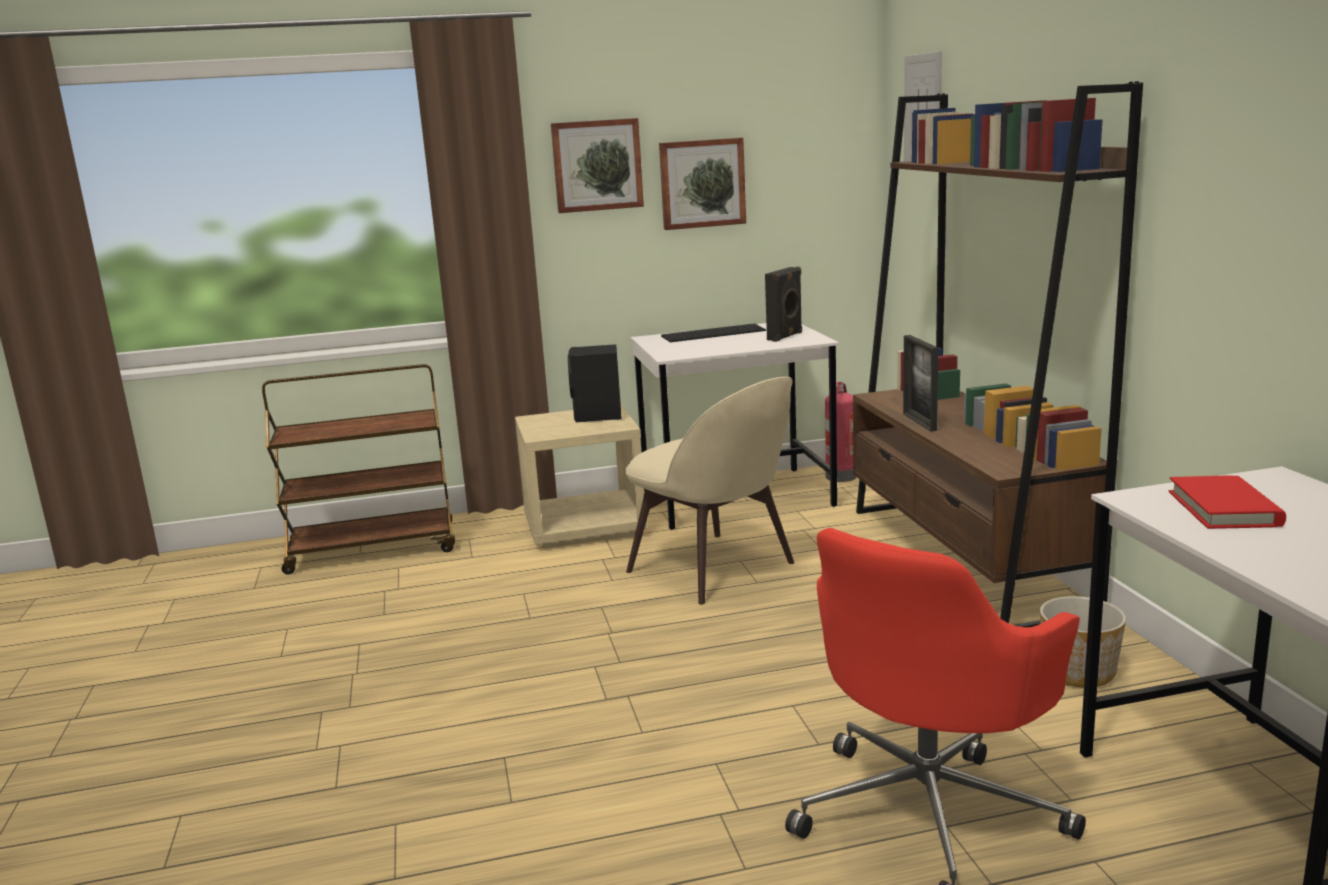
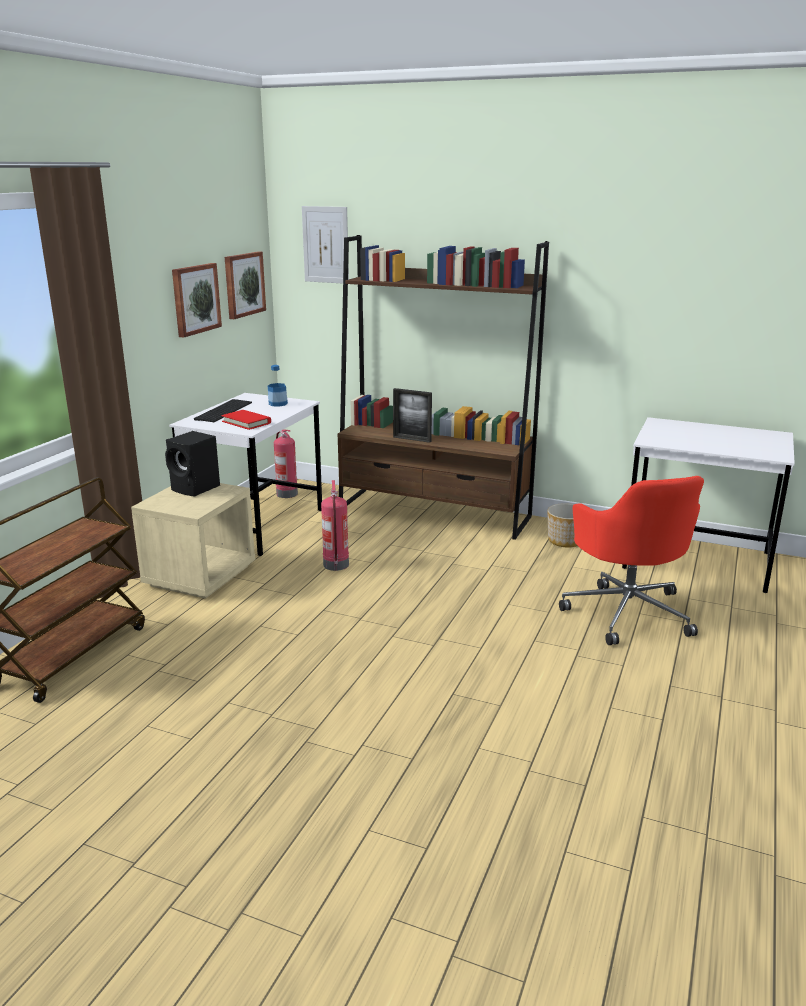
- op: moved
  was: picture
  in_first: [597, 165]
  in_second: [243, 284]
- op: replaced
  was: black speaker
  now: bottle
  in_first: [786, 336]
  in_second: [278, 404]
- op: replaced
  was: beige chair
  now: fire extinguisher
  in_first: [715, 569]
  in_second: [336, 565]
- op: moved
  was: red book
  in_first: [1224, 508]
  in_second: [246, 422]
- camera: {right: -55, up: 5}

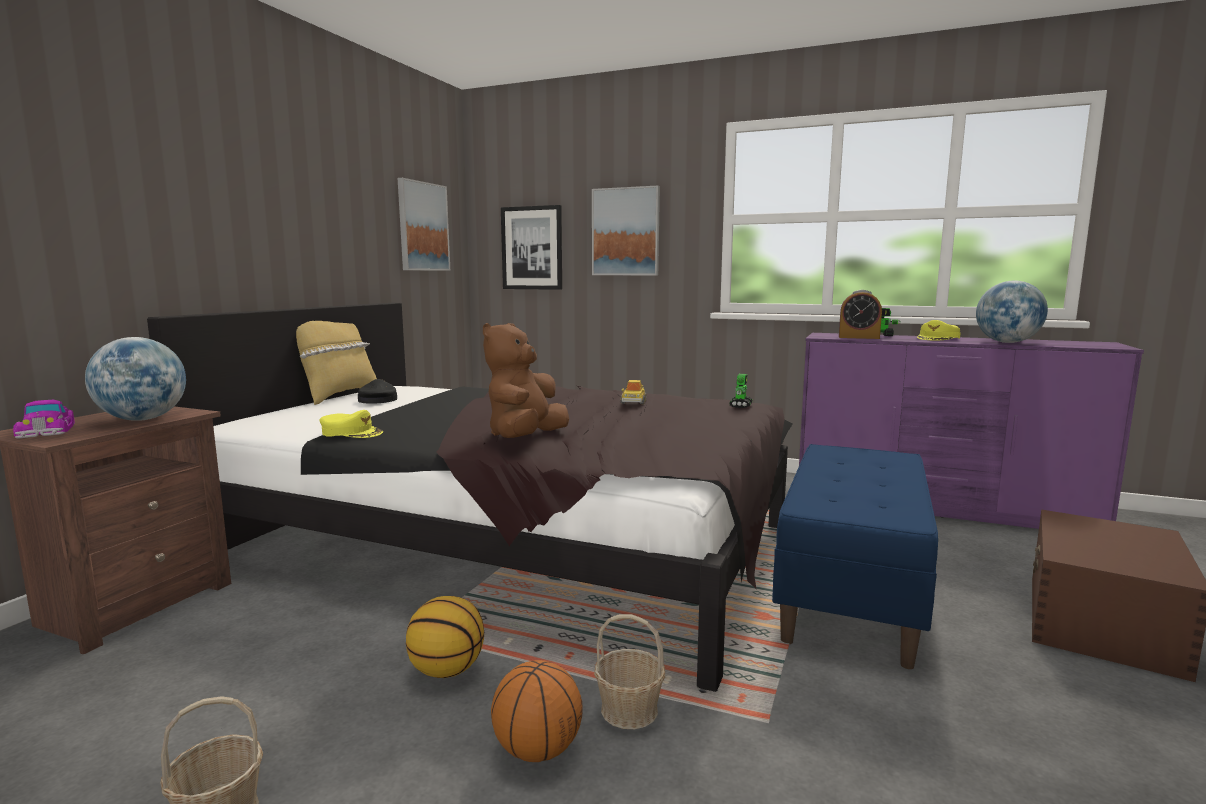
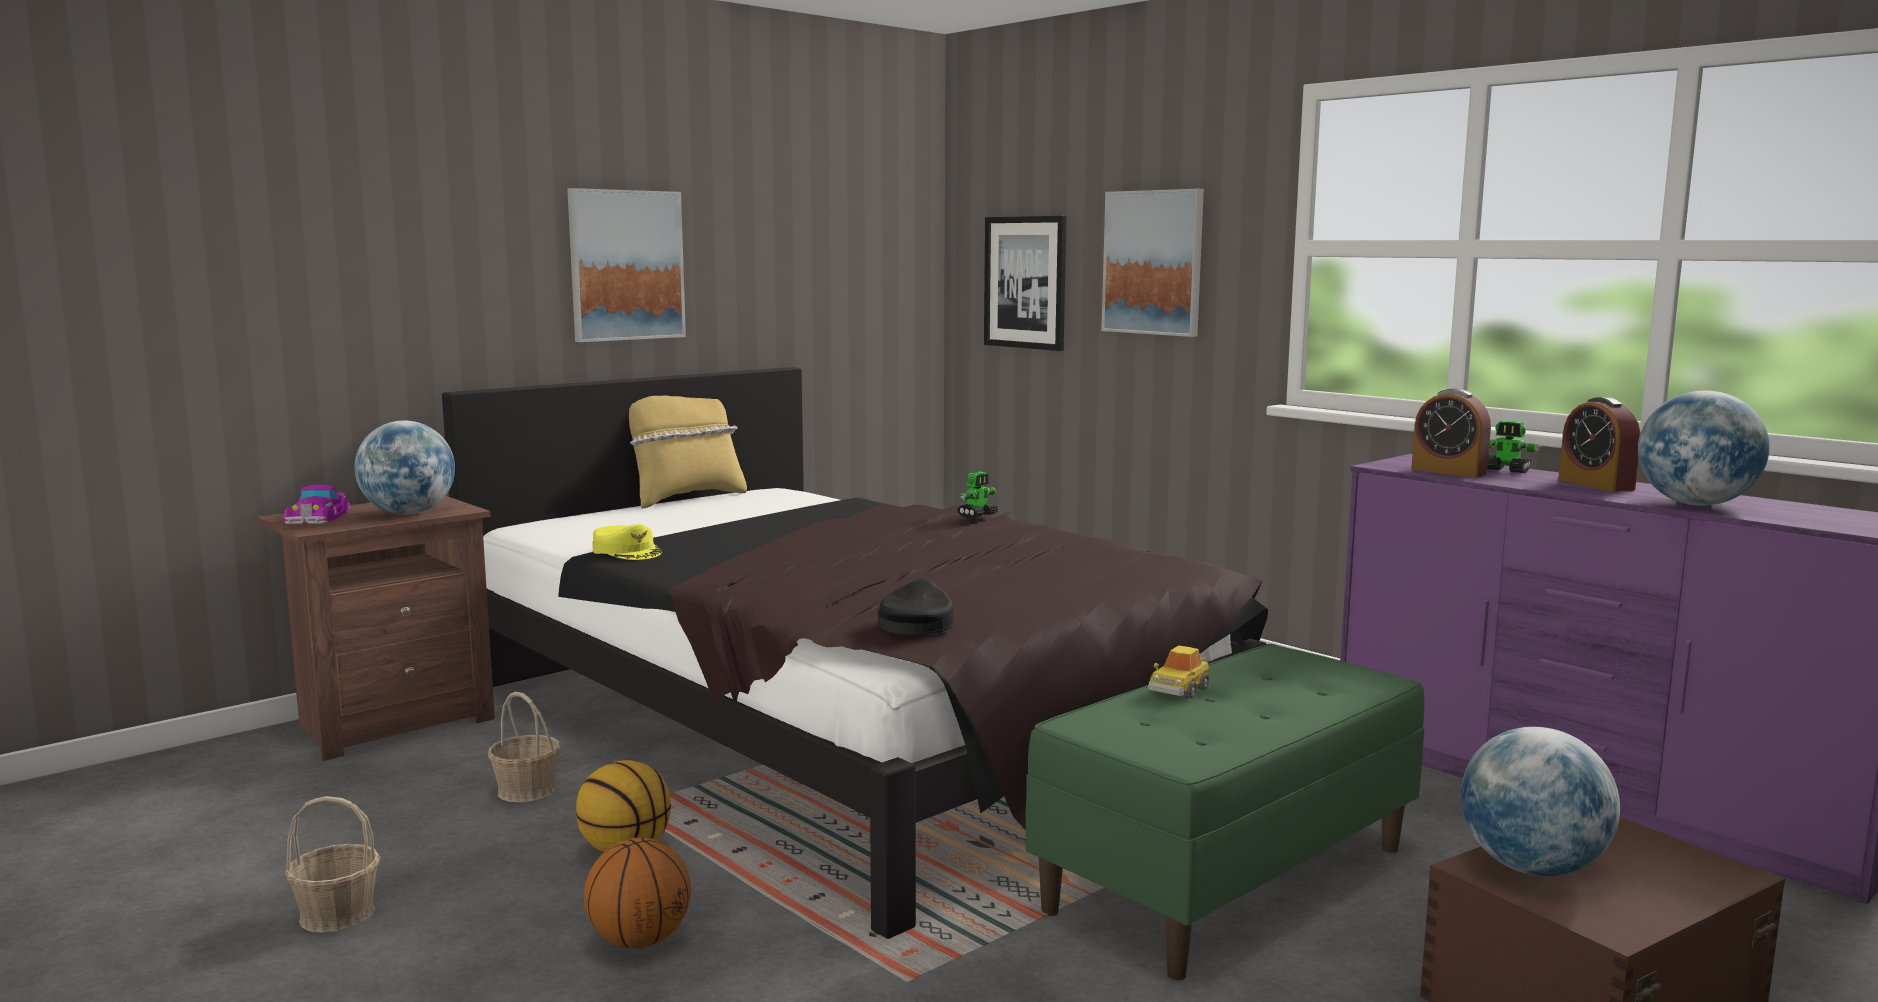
- op: moved
  was: picture
  in_first: [423, 227]
  in_second: [626, 265]
- op: replaced
  was: yellow cap
  now: alarm clock
  in_first: [938, 338]
  in_second: [1596, 484]
- op: removed
  was: brown plush toy
  in_first: [525, 438]
- op: moved
  was: toy robot
  in_first: [740, 406]
  in_second: [977, 515]
- op: moved
  was: black cap
  in_first: [377, 400]
  in_second: [916, 623]
- op: moved
  was: toy car
  in_first: [633, 402]
  in_second: [1179, 690]
- op: recoloured
  was: blue bench
  now: green bench
  in_first: [849, 592]
  in_second: [1227, 877]
- op: moved
  was: basket
  in_first: [629, 710]
  in_second: [526, 790]
- op: added
  now: globe
  in_second: [1531, 868]
- camera: {right: 25, up: 0}

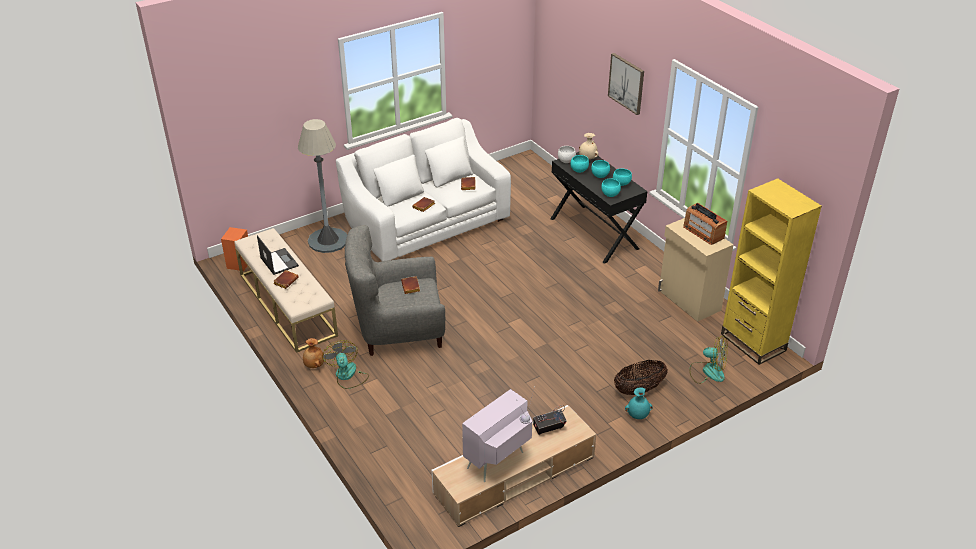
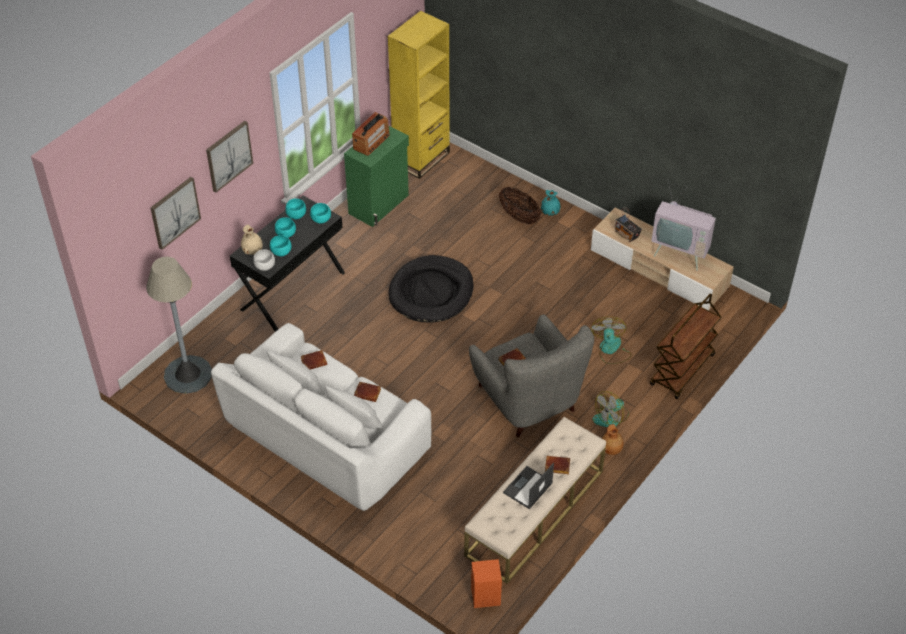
- op: moved
  was: grey floor lamp
  in_first: [328, 240]
  in_second: [188, 375]
- op: recoloured
  was: beige cabinet
  now: green cabinet
  in_first: [689, 300]
  in_second: [379, 204]
- op: moved
  was: fan
  in_first: [707, 371]
  in_second: [611, 350]
- op: added
  now: picture
  in_second: [174, 212]
- op: added
  now: black dog bed
  in_second: [431, 292]
- op: added
  now: brown cart
  in_second: [682, 371]
- camera: {right: -110, up: 10}

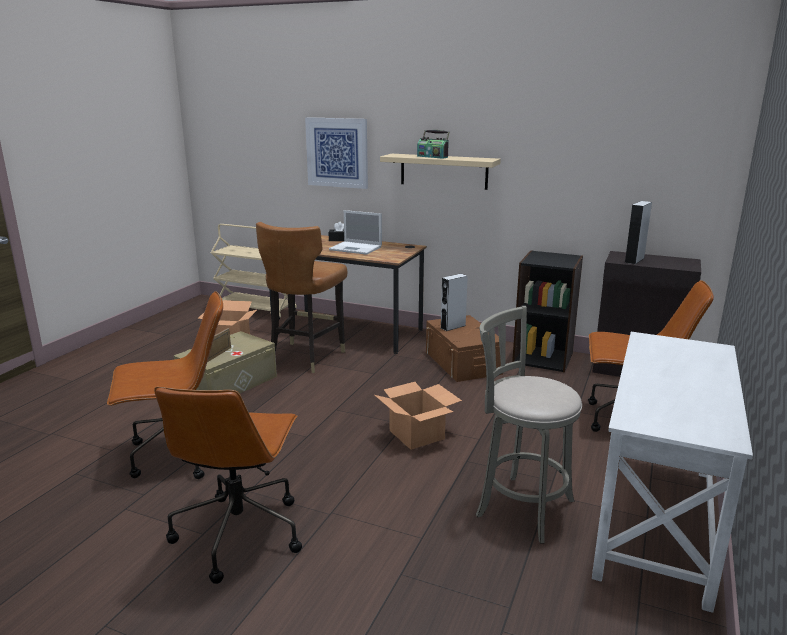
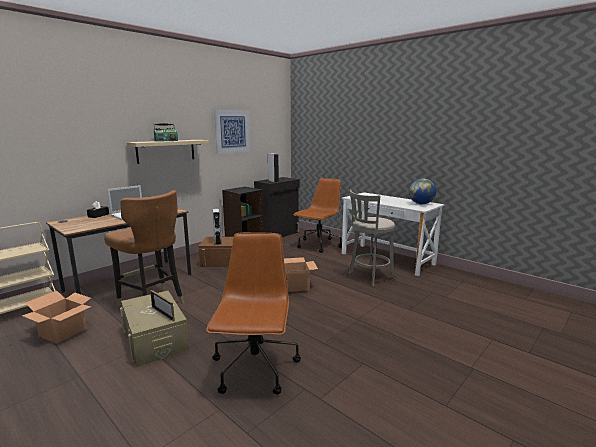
- op: moved
  was: picture
  in_first: [337, 152]
  in_second: [232, 131]
- op: removed
  was: brown office chair
  in_first: [239, 532]
- op: added
  now: globe
  in_second: [421, 204]
- camera: {right: -70, up: -5}

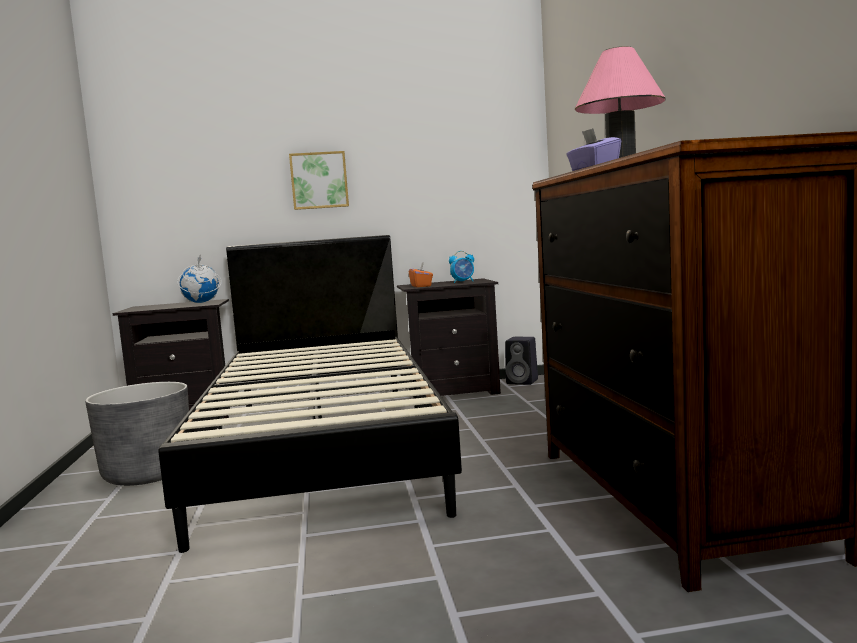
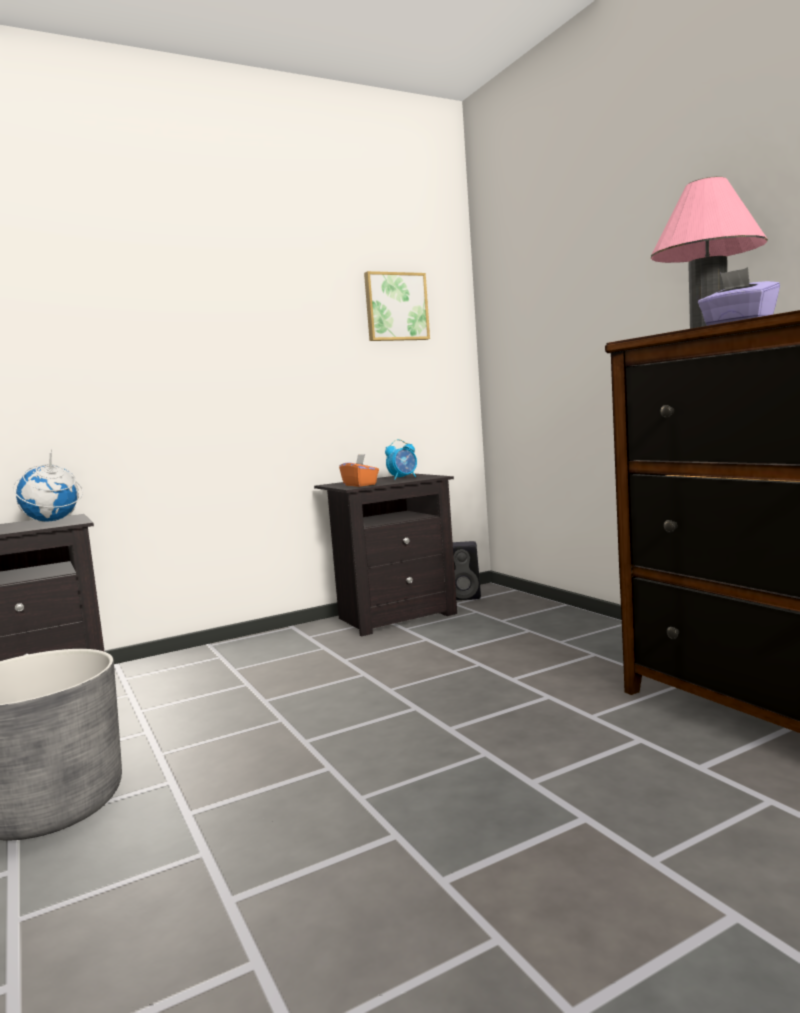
- op: moved
  was: picture
  in_first: [319, 180]
  in_second: [395, 307]
- op: removed
  was: black bed
  in_first: [323, 445]
- camera: {right: -20, up: 0}

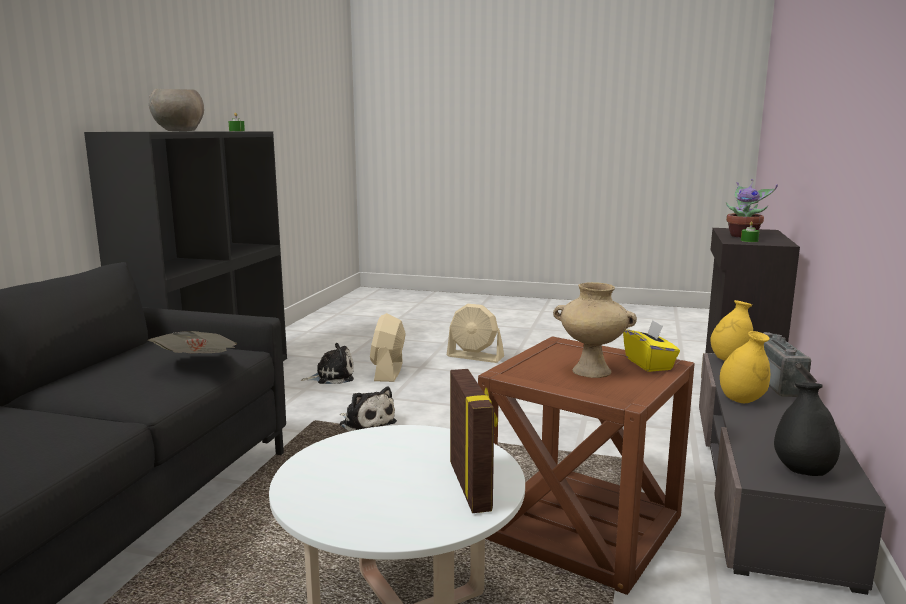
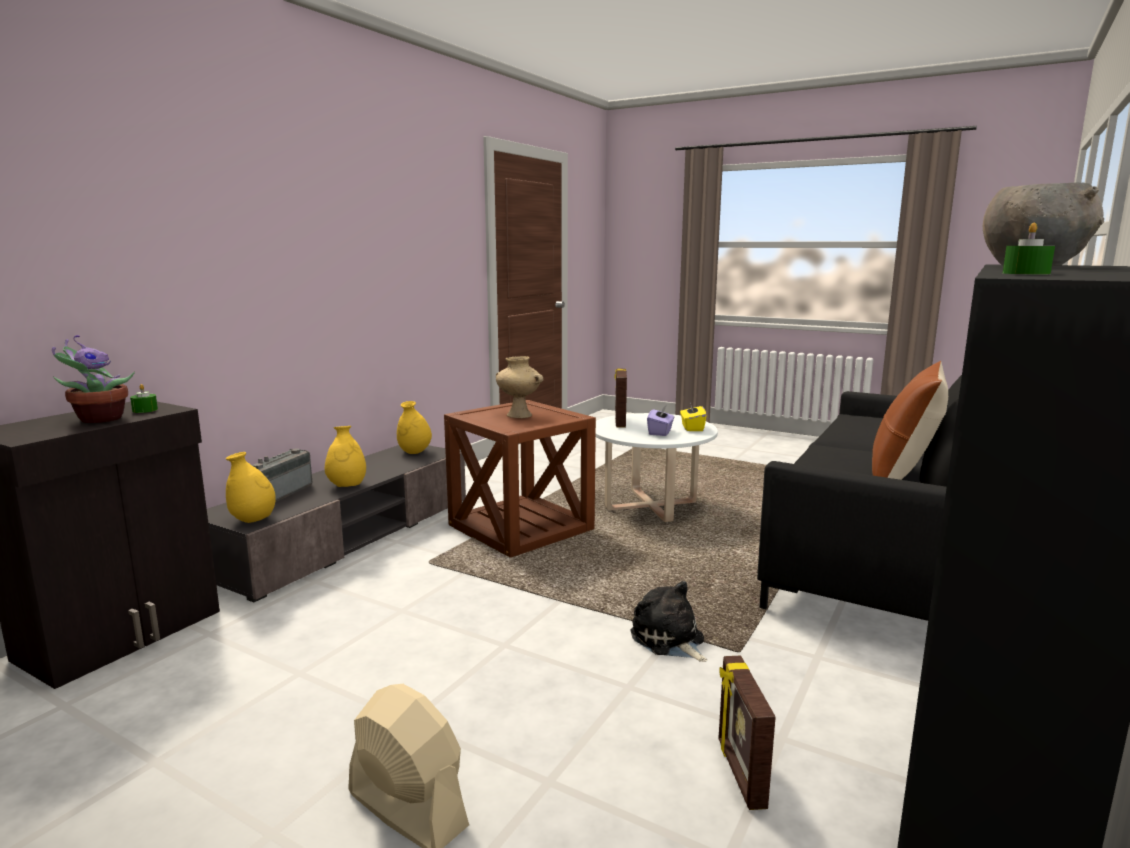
- op: removed
  was: beige fan
  in_first: [388, 372]
- op: moved
  was: yellow tissue box
  in_first: [649, 364]
  in_second: [692, 428]
- op: removed
  was: newspaper
  in_first: [198, 365]
- op: replaced
  was: plush toy
  now: picture frame
  in_first: [332, 377]
  in_second: [739, 773]
- op: recoloured
  was: black vase
  now: yellow vase
  in_first: [803, 472]
  in_second: [414, 452]
- op: added
  now: brown pillow
  in_second: [902, 477]
- op: added
  now: purple tissue box
  in_second: [660, 432]
- camera: {right: -165, up: 0}

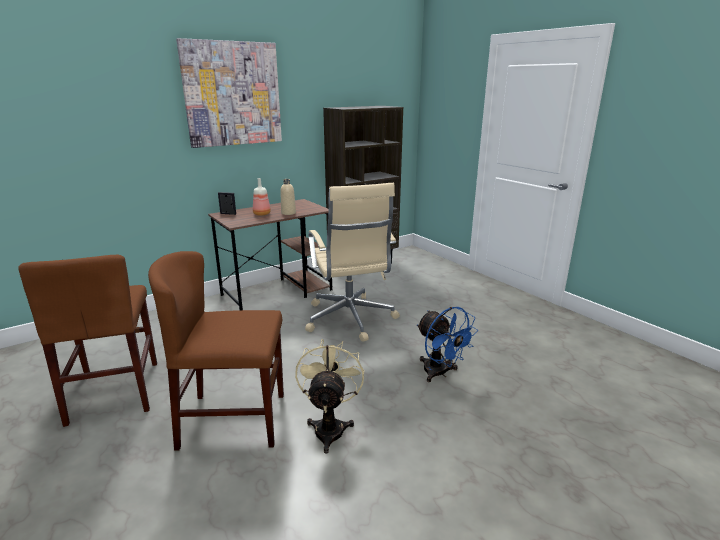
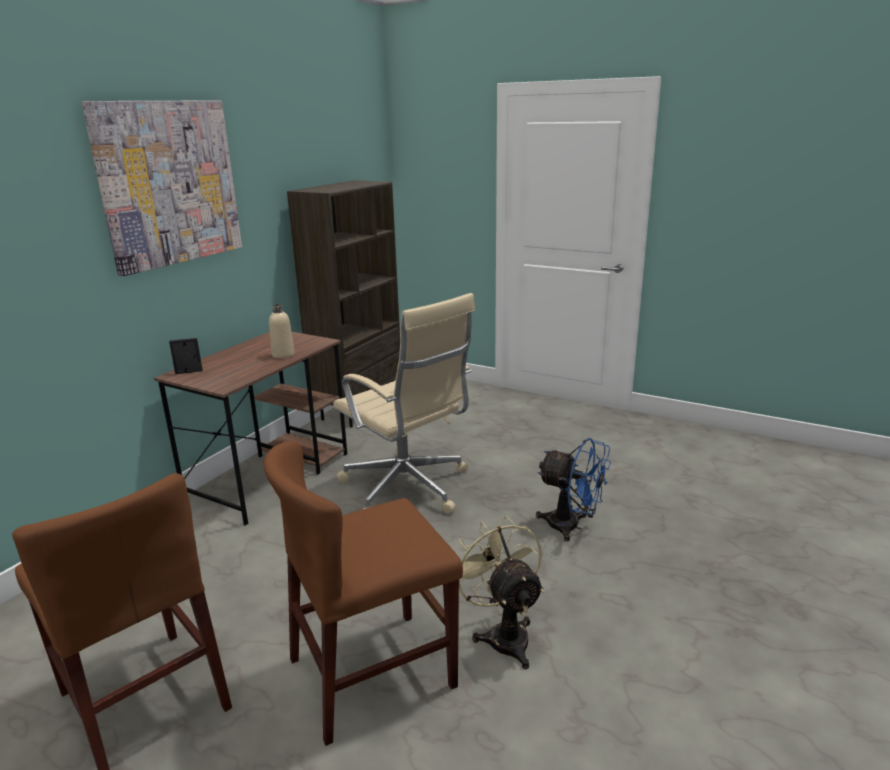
- op: removed
  was: bottle
  in_first: [261, 214]
- camera: {right: -25, up: 0}

